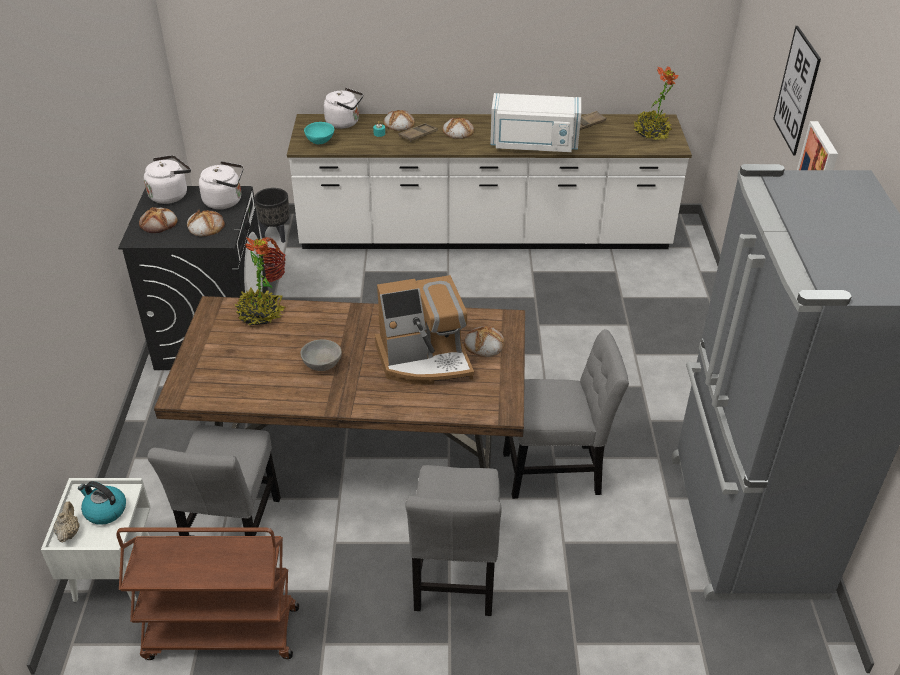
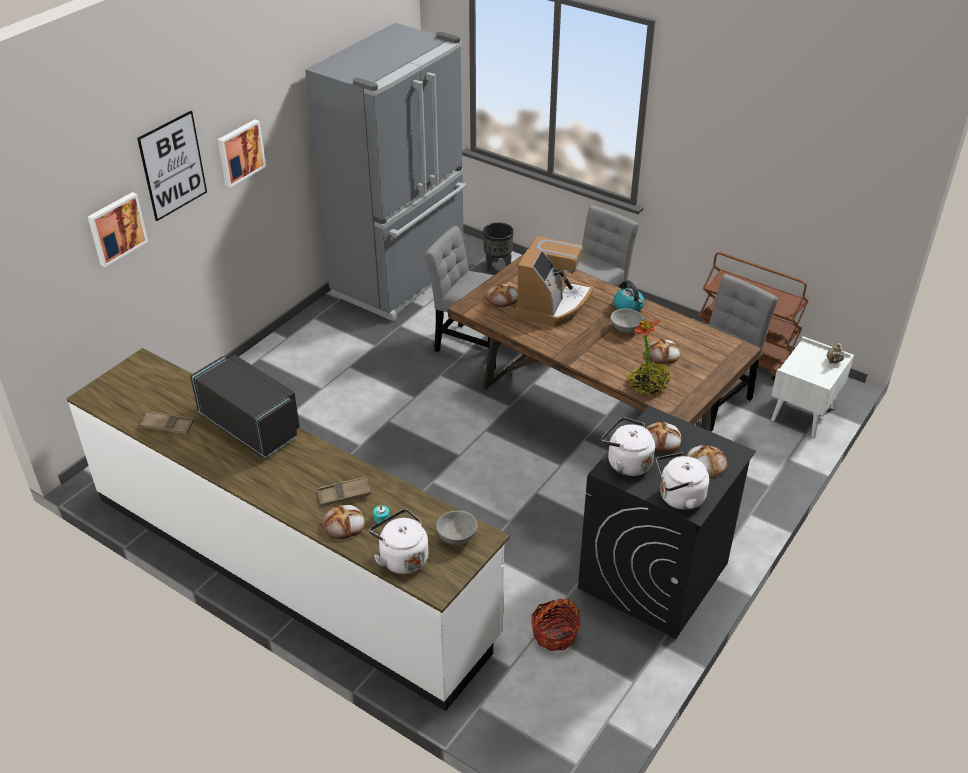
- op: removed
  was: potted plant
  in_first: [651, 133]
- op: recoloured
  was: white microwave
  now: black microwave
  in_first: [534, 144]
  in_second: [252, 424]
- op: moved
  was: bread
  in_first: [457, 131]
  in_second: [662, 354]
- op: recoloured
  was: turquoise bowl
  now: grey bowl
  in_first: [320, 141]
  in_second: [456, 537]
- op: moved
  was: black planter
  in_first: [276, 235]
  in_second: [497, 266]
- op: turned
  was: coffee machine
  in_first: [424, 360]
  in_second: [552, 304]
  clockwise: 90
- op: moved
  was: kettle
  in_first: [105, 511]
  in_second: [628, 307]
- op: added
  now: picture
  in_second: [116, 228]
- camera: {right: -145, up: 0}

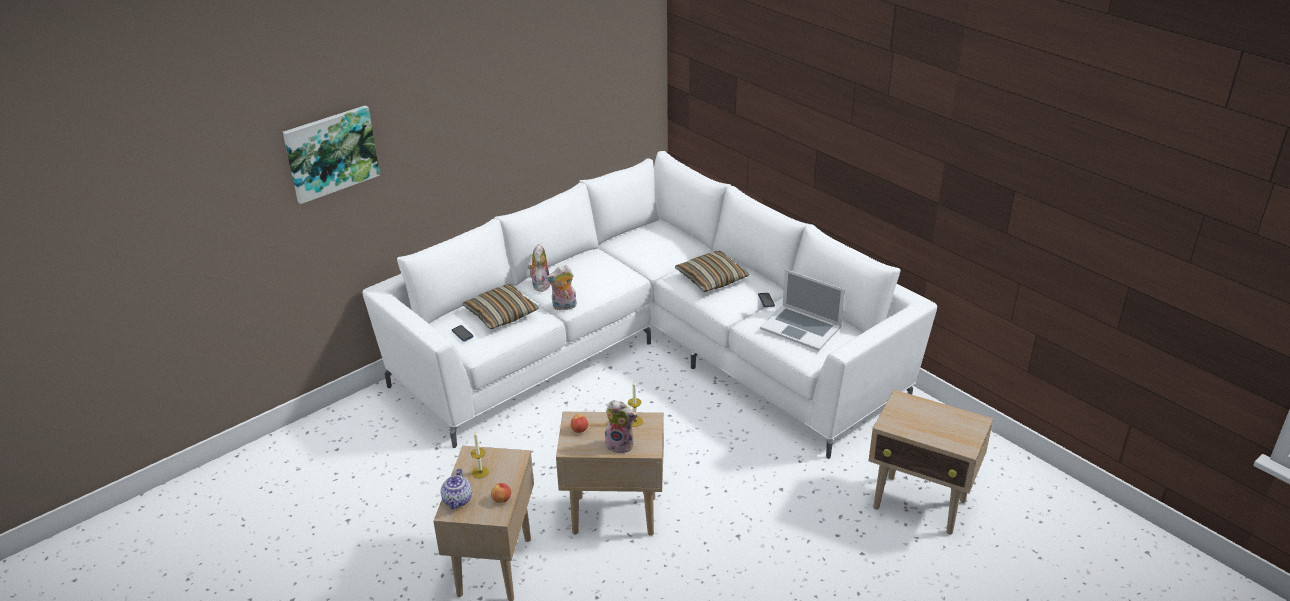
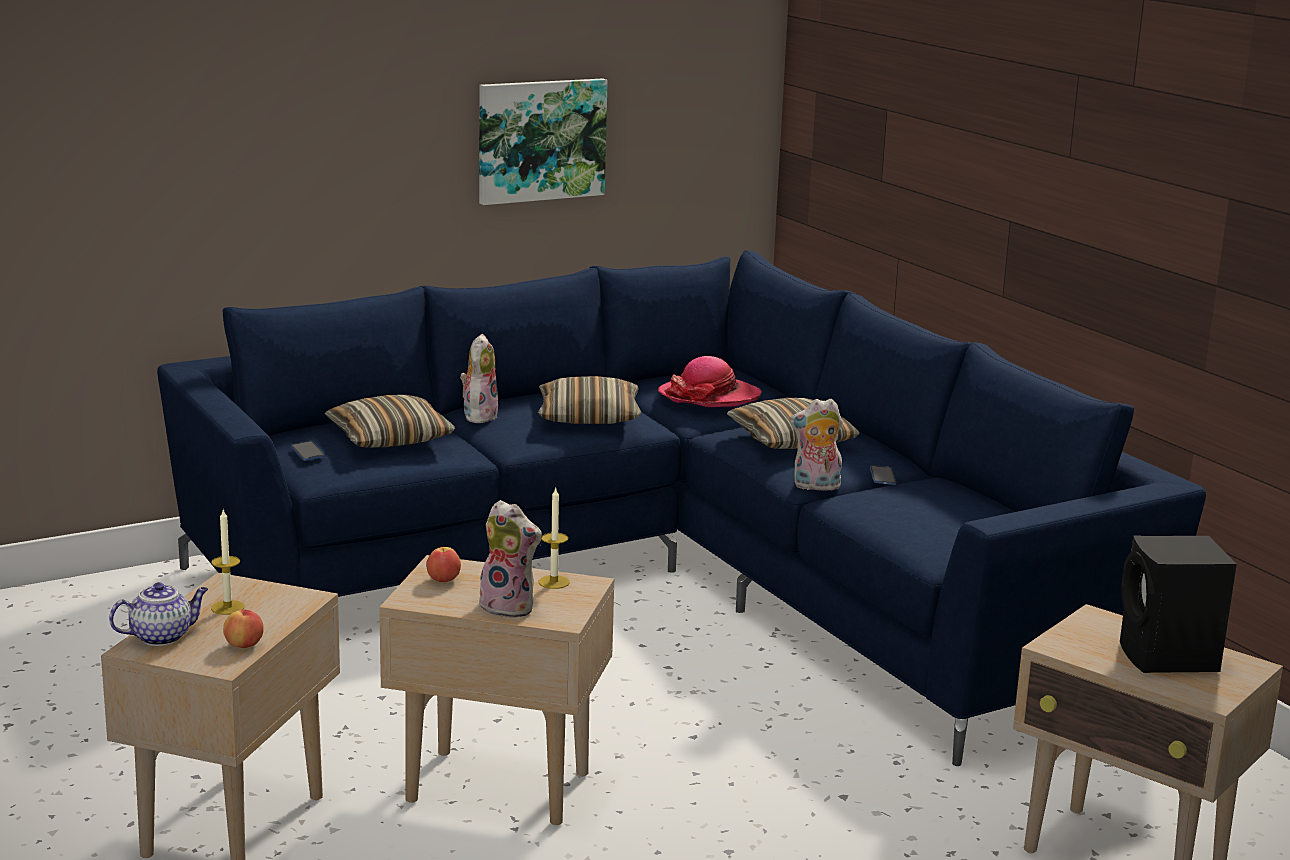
- op: moved
  was: picture
  in_first: [331, 153]
  in_second: [541, 140]
- op: recoloured
  was: white sofa
  now: blue sofa
  in_first: [650, 351]
  in_second: [670, 581]
- op: moved
  was: plush toy
  in_first: [564, 307]
  in_second: [815, 487]
- op: removed
  was: laptop
  in_first: [801, 327]
- op: turned
  was: teapot
  in_first: [457, 501]
  in_second: [162, 636]
  clockwise: -135
- op: added
  now: hat
  in_second: [709, 396]
- op: added
  now: pillow
  in_second: [588, 417]
- op: added
  now: black speaker
  in_second: [1168, 659]
- camera: {right: 10, up: -15}

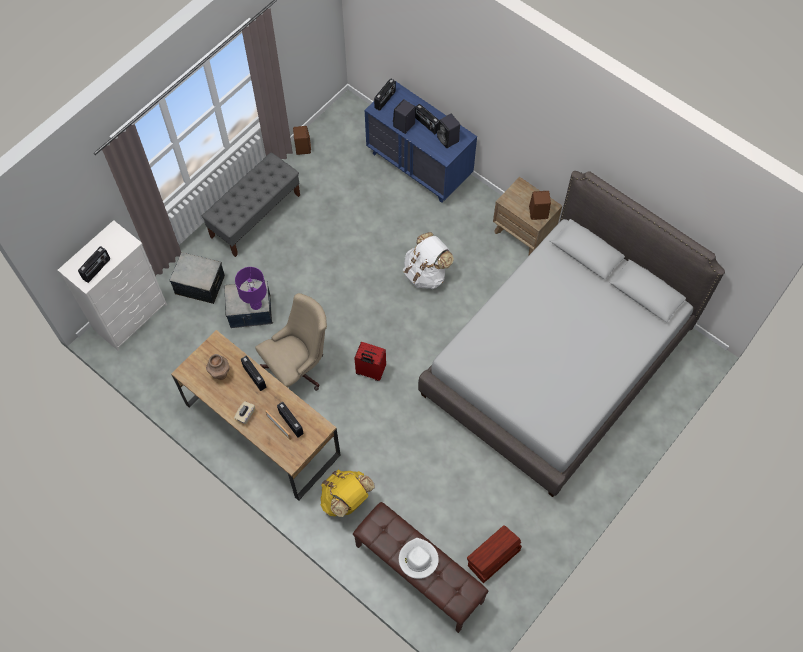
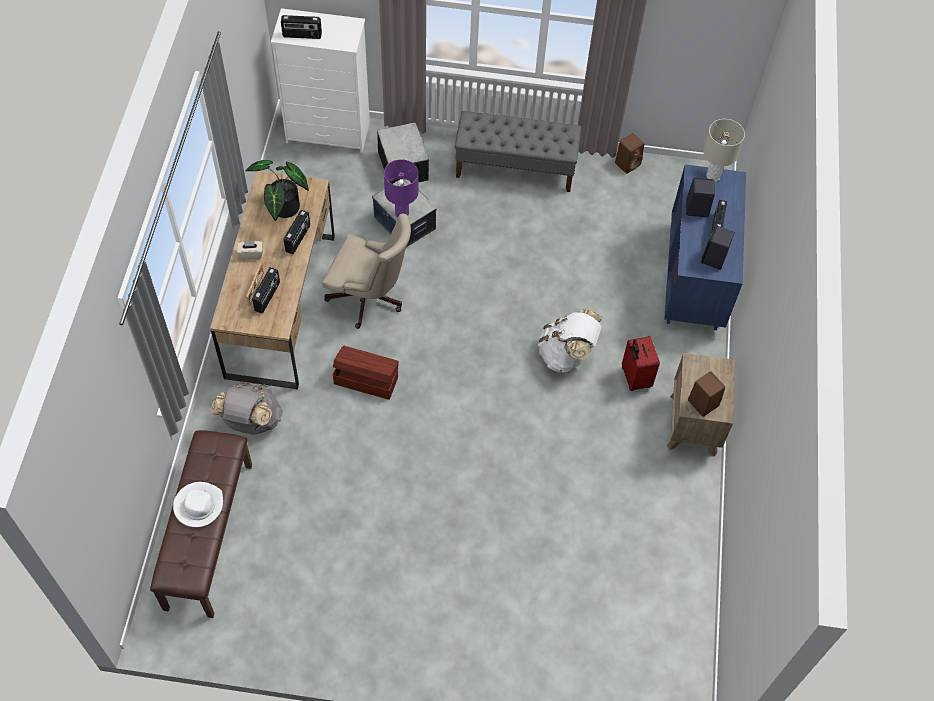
- op: replaced
  was: radio
  now: beige table lamp
  in_first: [385, 100]
  in_second: [713, 176]
- op: removed
  was: grey bed
  in_first: [556, 362]
- op: moved
  was: red suitcase
  in_first: [370, 371]
  in_second: [634, 378]
- op: replaced
  was: brown vase
  now: potted plant
  in_first: [220, 374]
  in_second: [282, 209]
- op: recoloured
  was: yellow backpack
  now: grey backpack
  in_first: [346, 500]
  in_second: [251, 421]
- op: moved
  was: brown storage box
  in_first: [493, 557]
  in_second: [365, 379]
- camera: {right: 55, up: -5}

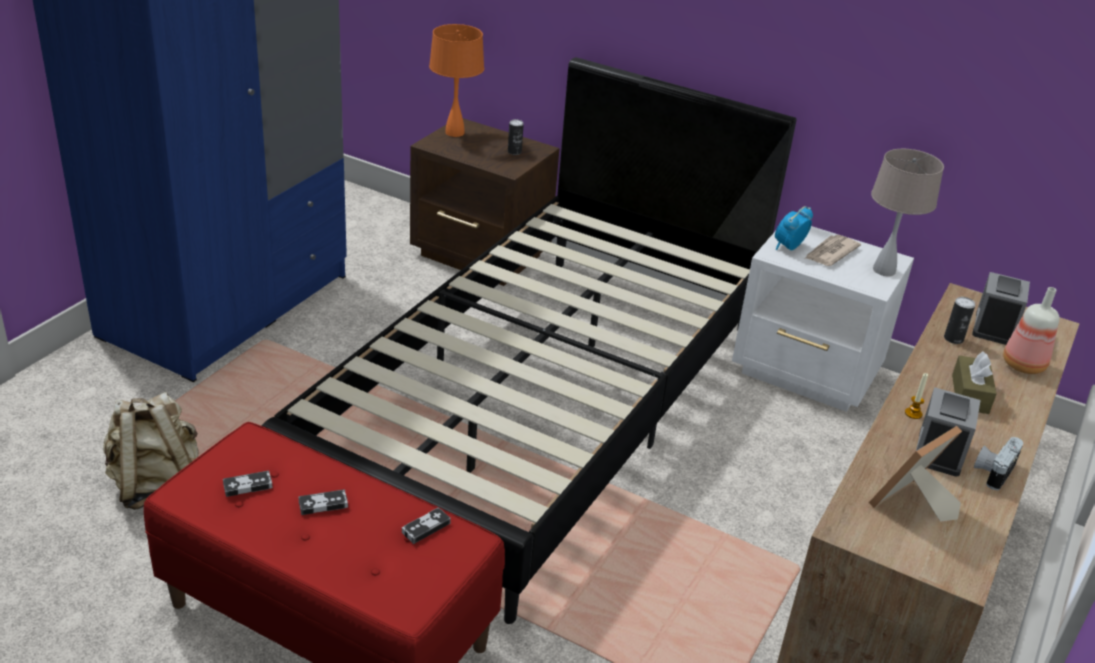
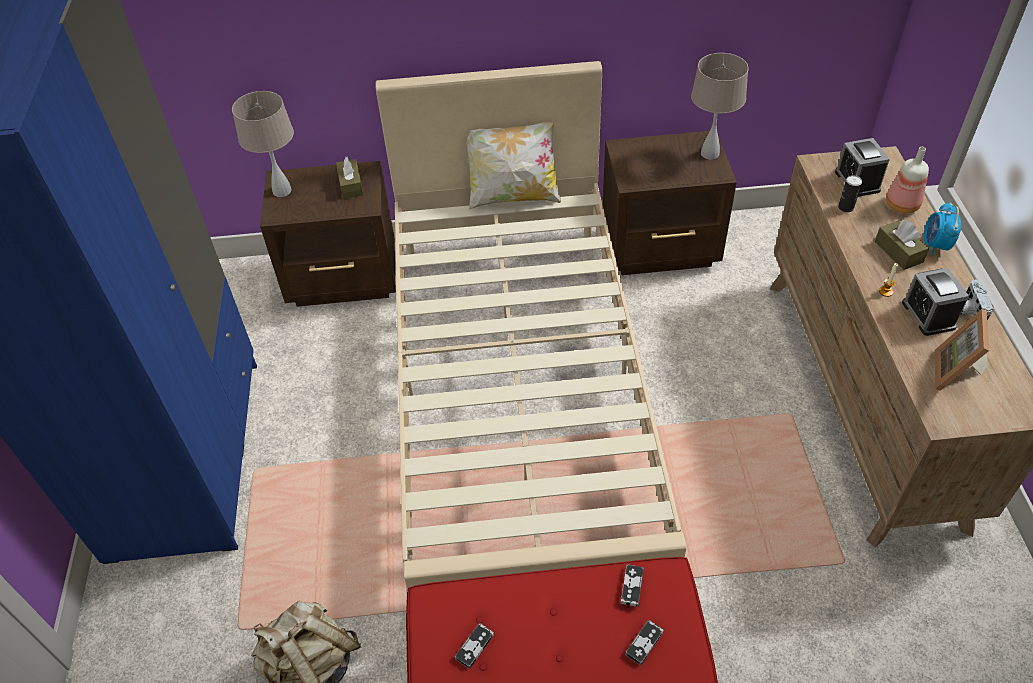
- op: recoloured
  was: orange table lamp
  now: beige table lamp
  in_first: [454, 133]
  in_second: [282, 191]
- op: recoloured
  was: black bed
  now: beige bed
  in_first: [541, 406]
  in_second: [519, 392]
- op: replaced
  was: can
  now: brown tissue box
  in_first: [514, 152]
  in_second: [351, 185]
- op: moved
  was: alarm clock
  in_first: [788, 247]
  in_second: [935, 245]
- op: recoloured
  was: white nightstand
  now: brown nightstand
  in_first: [807, 374]
  in_second: [661, 249]
- op: removed
  was: newspaper
  in_first: [830, 253]
- op: moved
  was: game controller
  in_first: [323, 504]
  in_second: [644, 643]
- op: added
  now: pillow
  in_second: [514, 196]
- camera: {right: -30, up: 15}

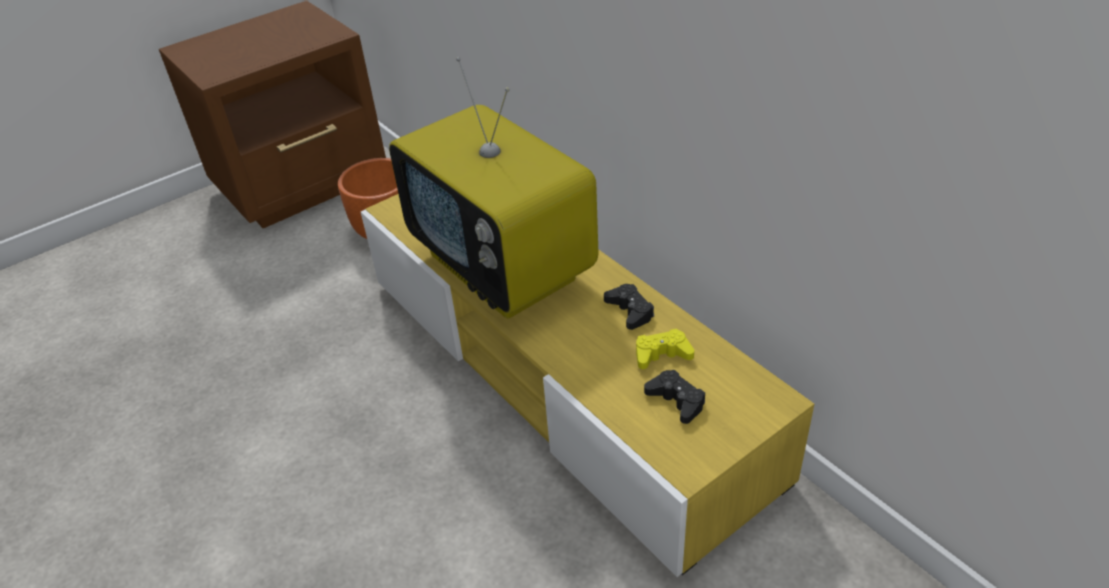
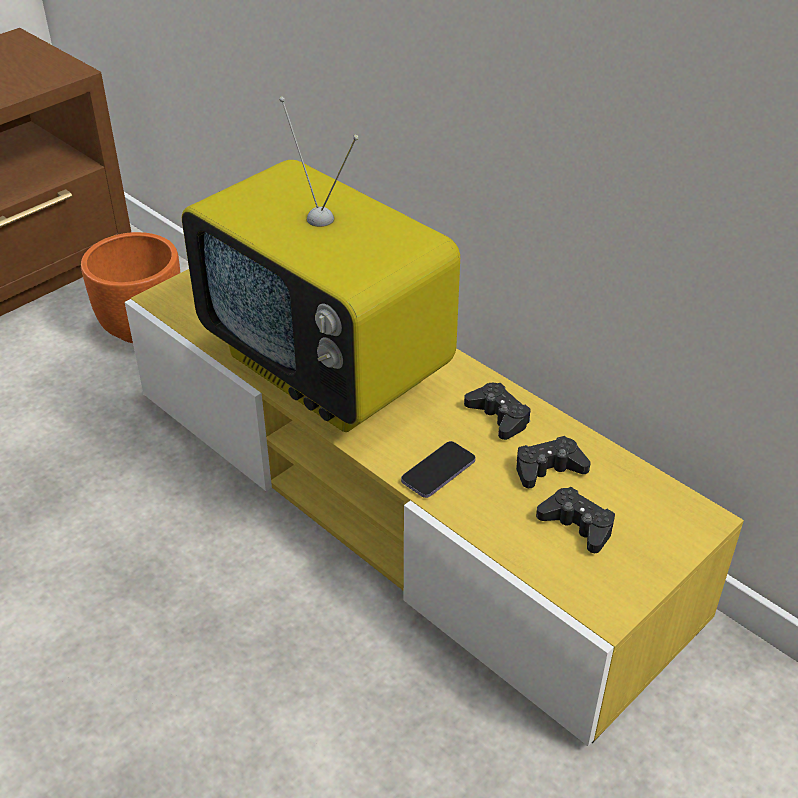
- op: recoloured
  was: yellow game controller
  now: black game controller
  in_first: [662, 354]
  in_second: [548, 469]
- op: added
  now: phone
  in_second: [438, 471]
- camera: {right: -10, up: 0}

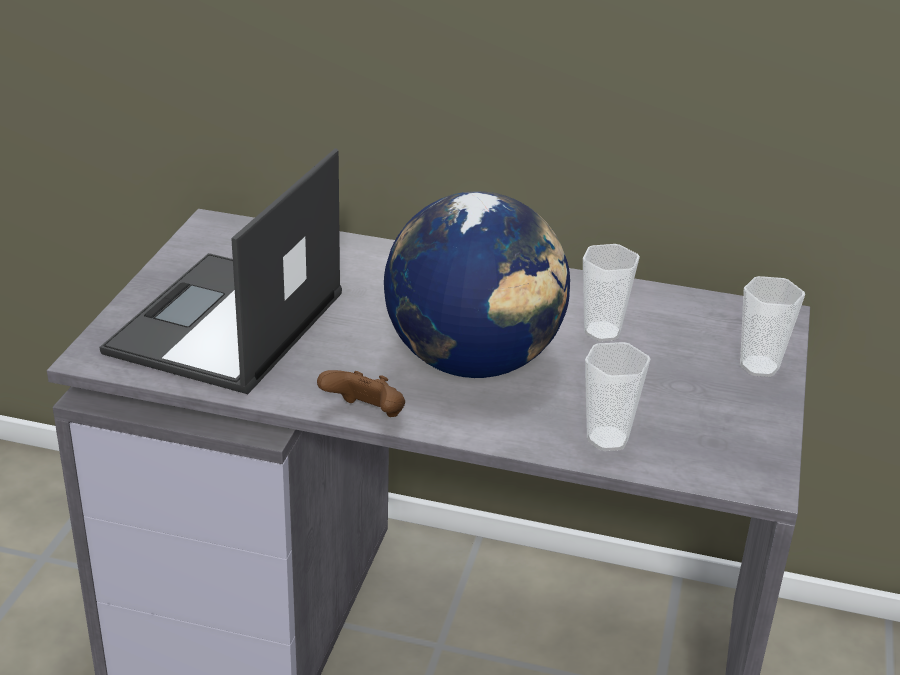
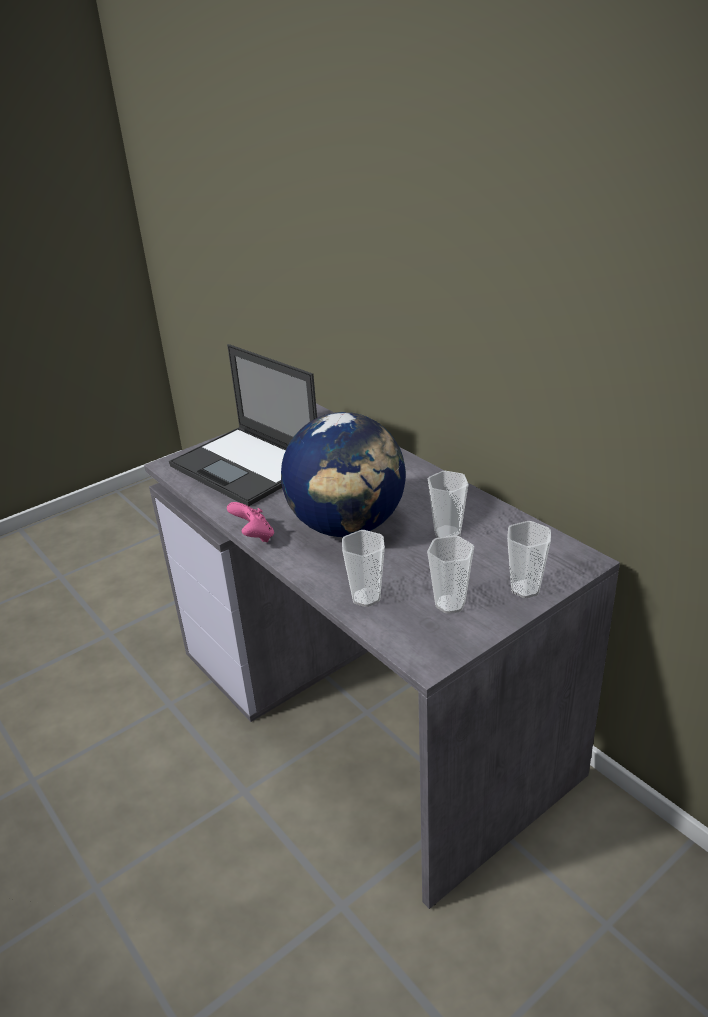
- op: turned
  was: laptop
  in_first: [226, 324]
  in_second: [247, 466]
  clockwise: -105
- op: recoloured
  was: brown game controller
  now: pink game controller
  in_first: [366, 415]
  in_second: [254, 536]
- op: added
  now: cup
  in_second: [450, 604]
- camera: {right: 40, up: 0}

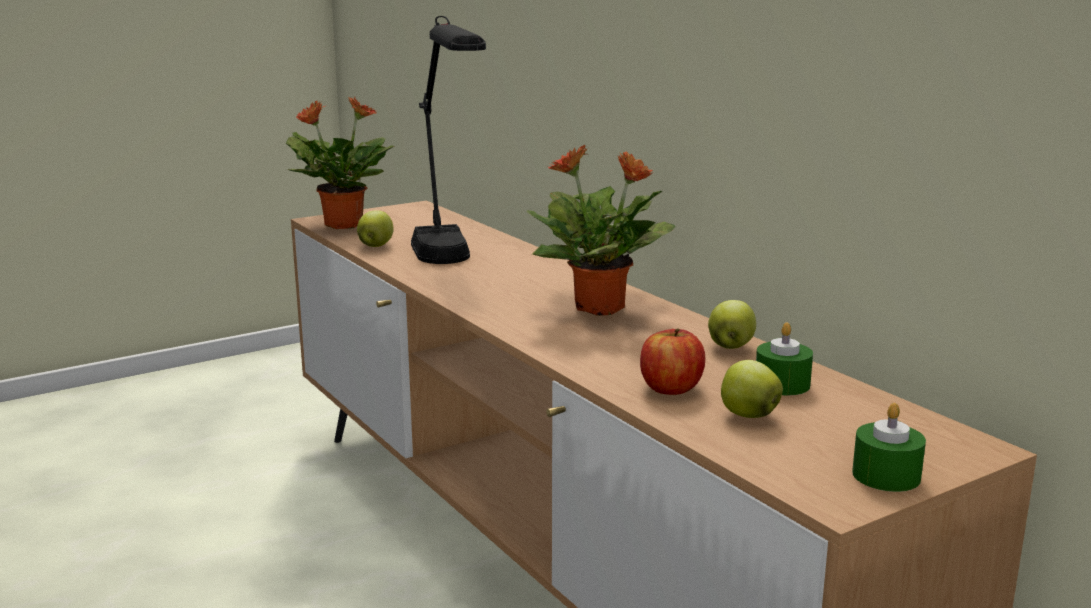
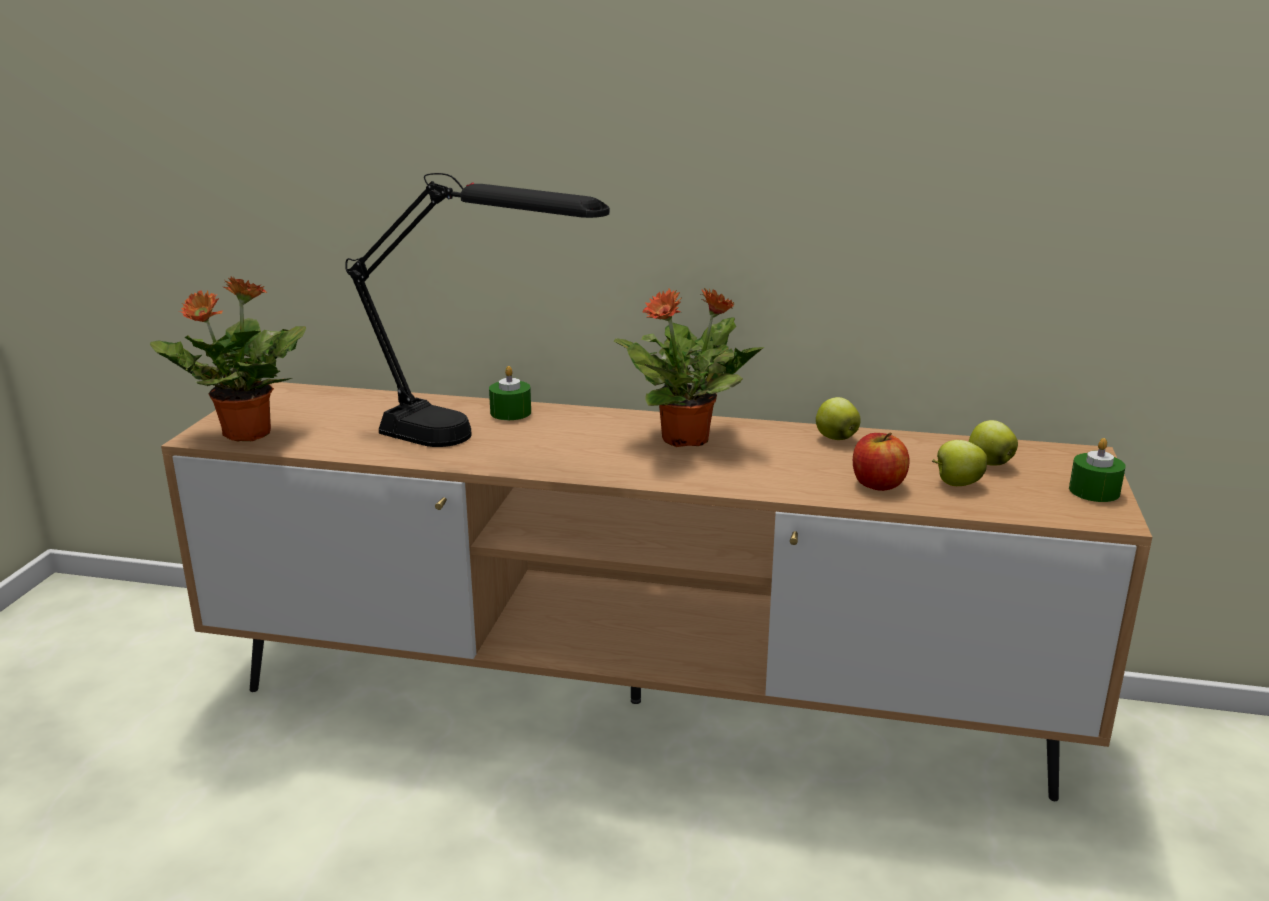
- op: moved
  was: apple
  in_first: [376, 246]
  in_second: [988, 463]
- op: moved
  was: green candle
  in_first: [782, 384]
  in_second: [510, 412]
- camera: {right: -45, up: 5}

